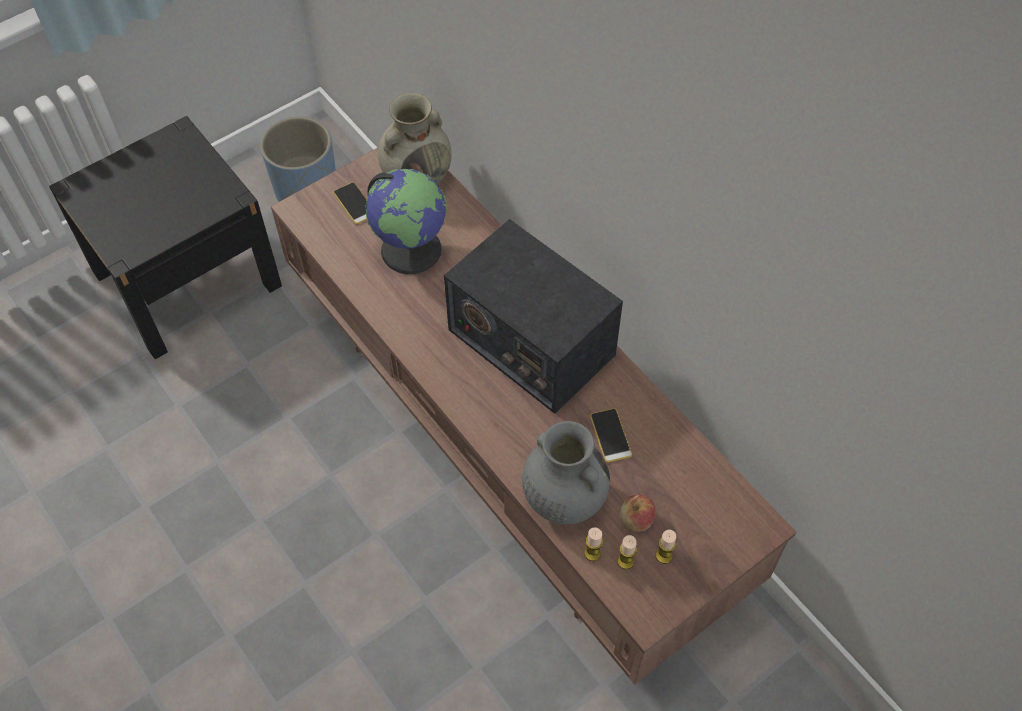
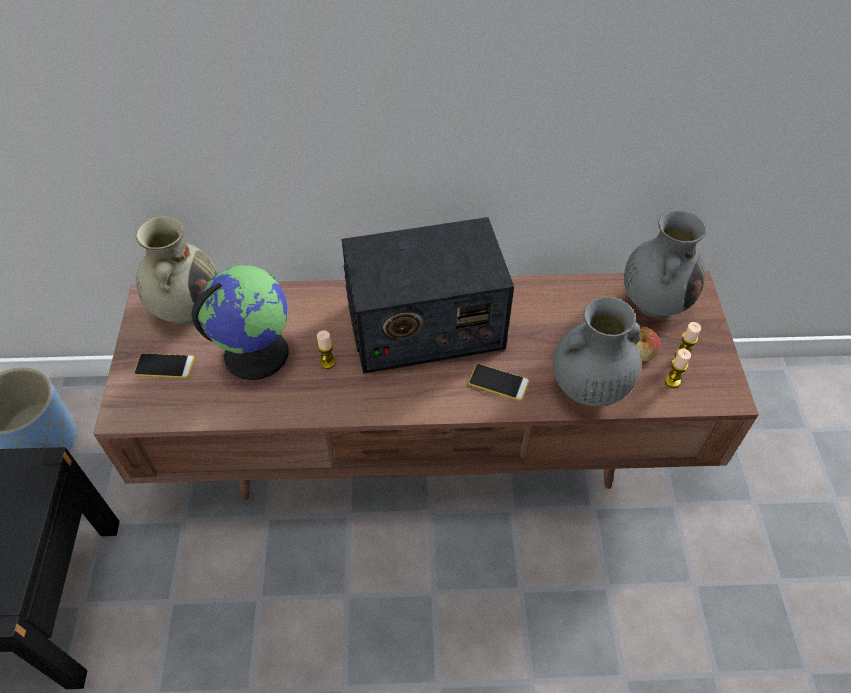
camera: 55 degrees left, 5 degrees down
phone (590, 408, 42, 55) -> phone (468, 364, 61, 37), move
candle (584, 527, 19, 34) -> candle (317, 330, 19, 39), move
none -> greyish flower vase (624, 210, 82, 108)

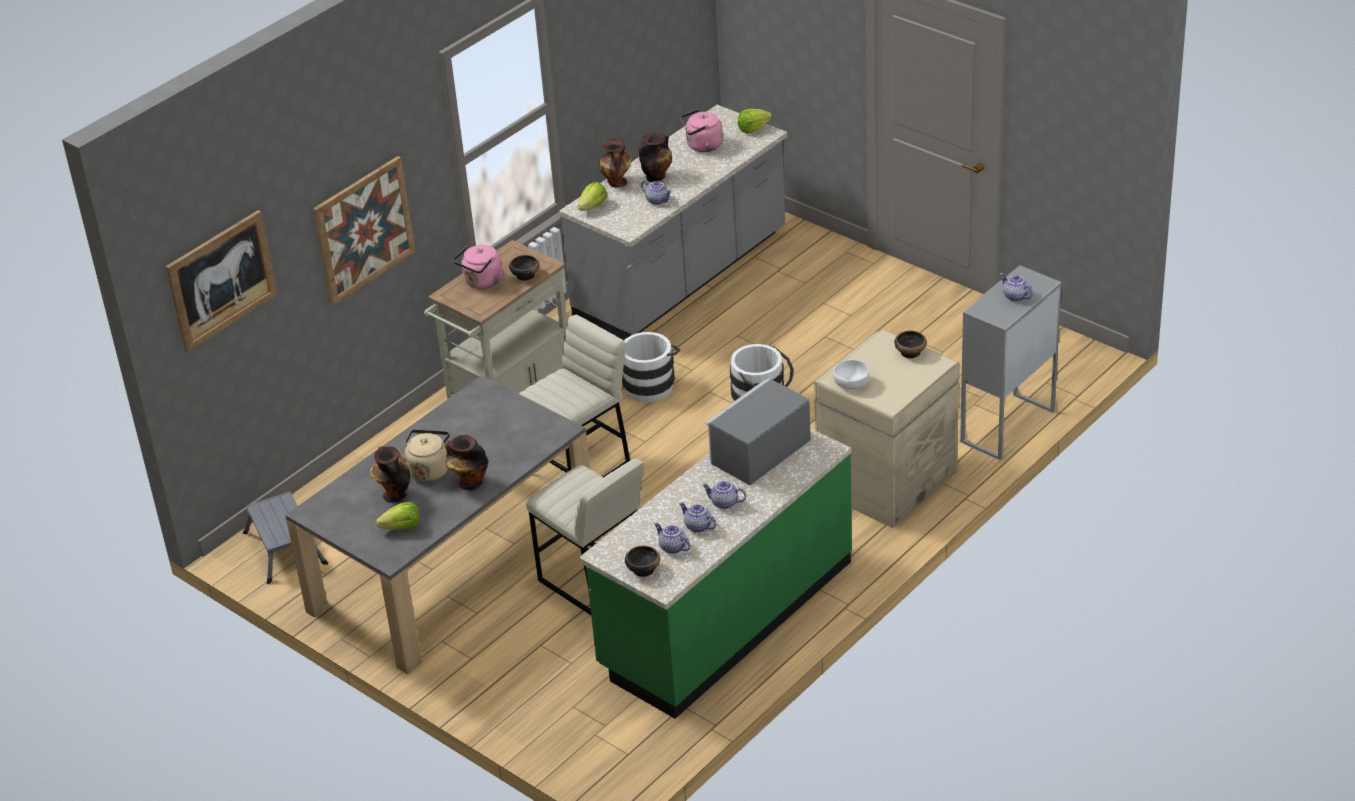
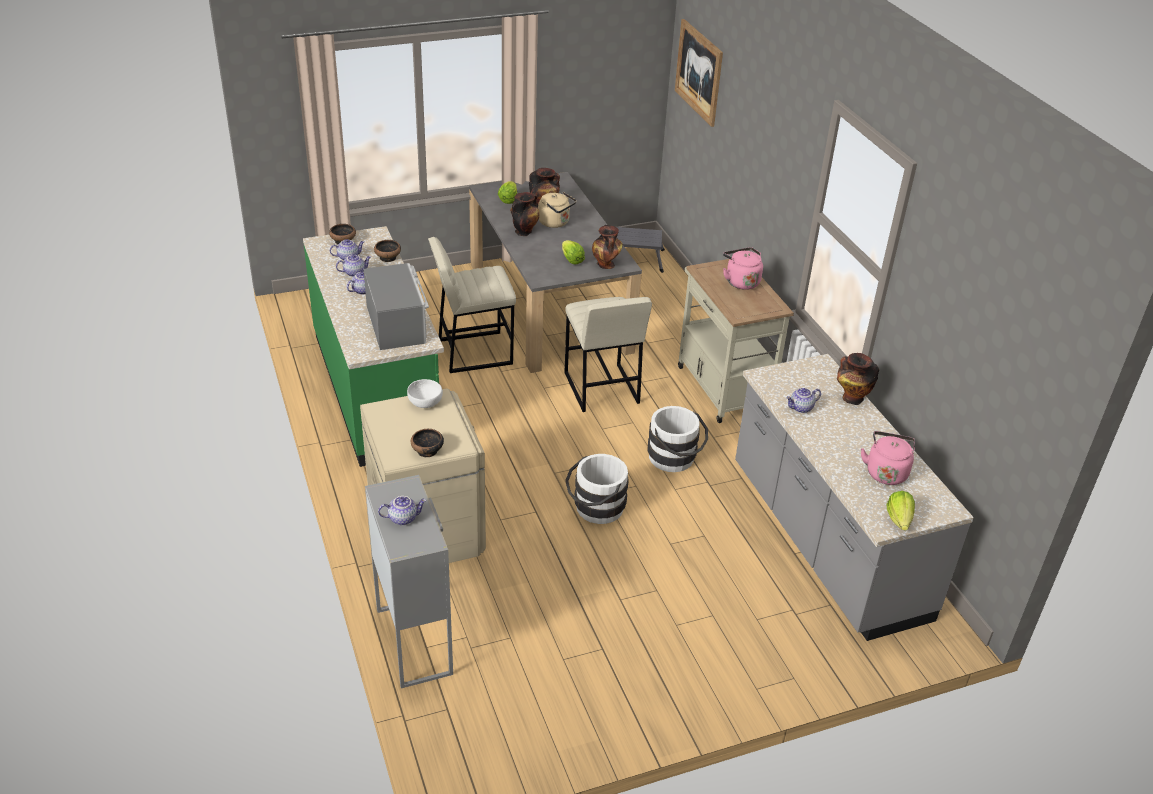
camera: 115 degrees right, 0 degrees up
flower vase (638, 133, 34, 49) -> flower vase (592, 225, 31, 44), move
wall picture (313, 156, 102, 149) -> none
head of lettuce (578, 182, 29, 29) -> head of lettuce (562, 240, 23, 24), move
serving bowl (509, 255, 30, 26) -> serving bowl (374, 240, 27, 22), move

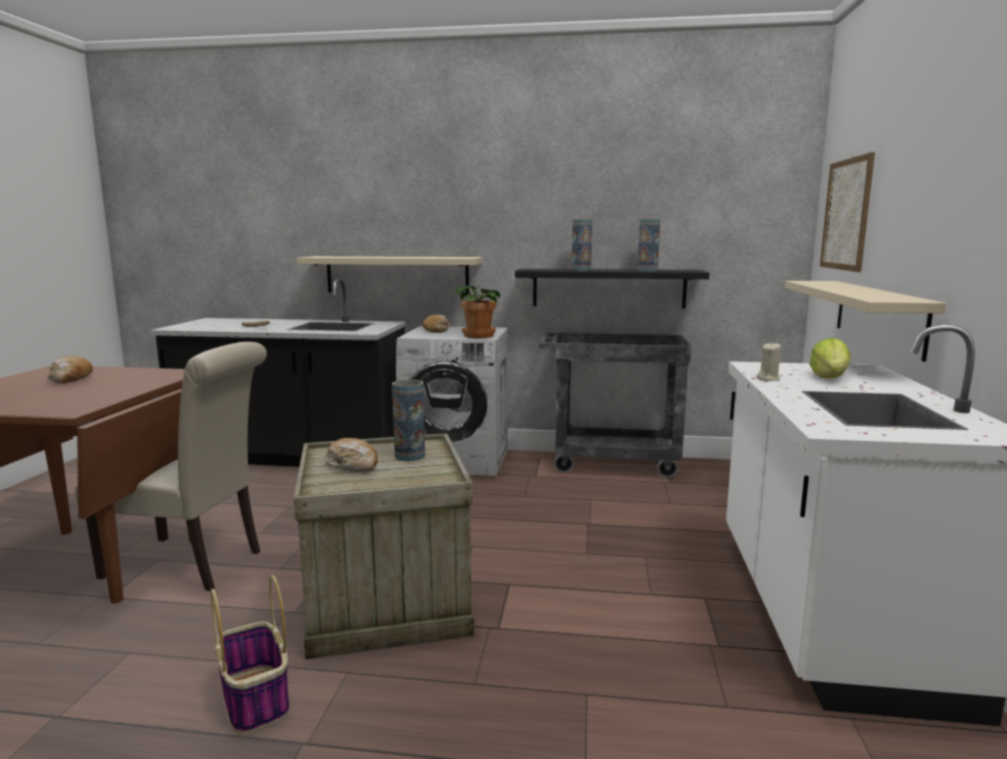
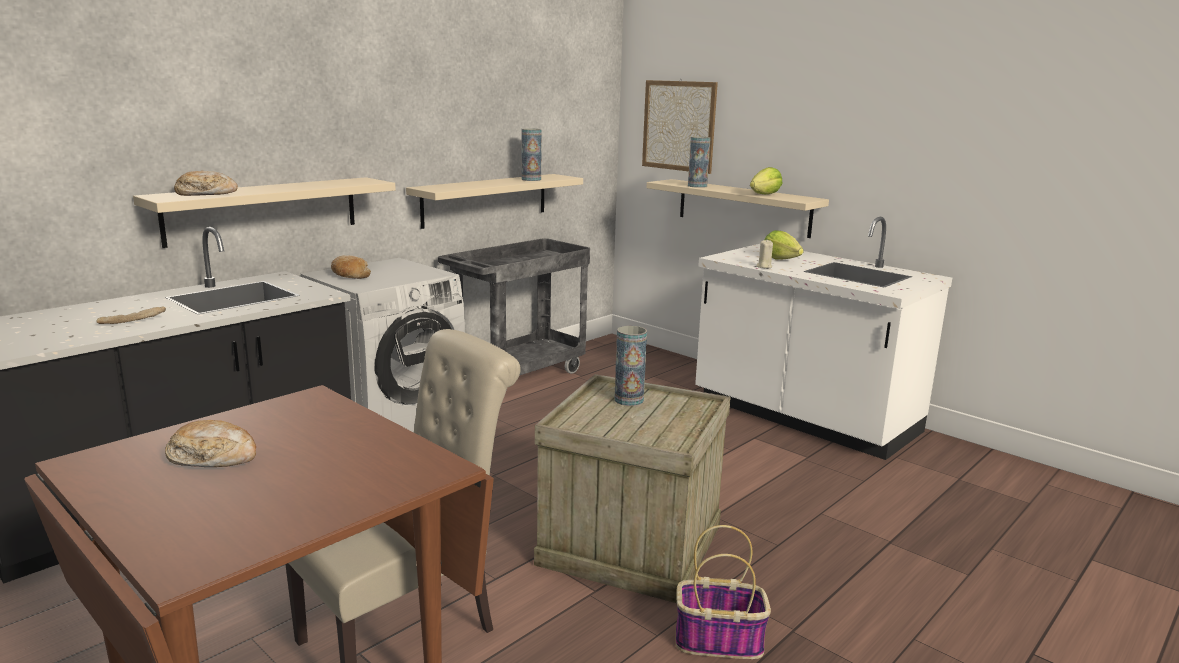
camera: 55 degrees left, 5 degrees up
flower vase (571, 219, 21, 52) -> flower vase (688, 136, 23, 52), move
black shelf (515, 269, 195, 39) -> sand-coloured shelf (406, 174, 177, 55)
houseplant (456, 285, 44, 53) -> none
bread (325, 438, 53, 34) -> bread (174, 171, 64, 25), move
none -> head of lettuce (750, 167, 32, 27)

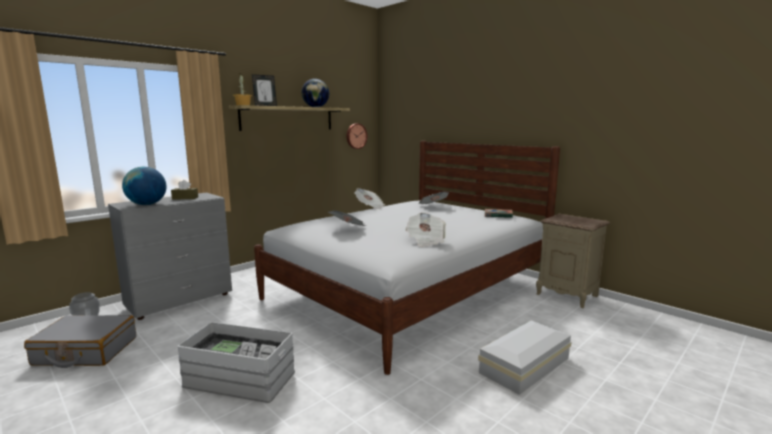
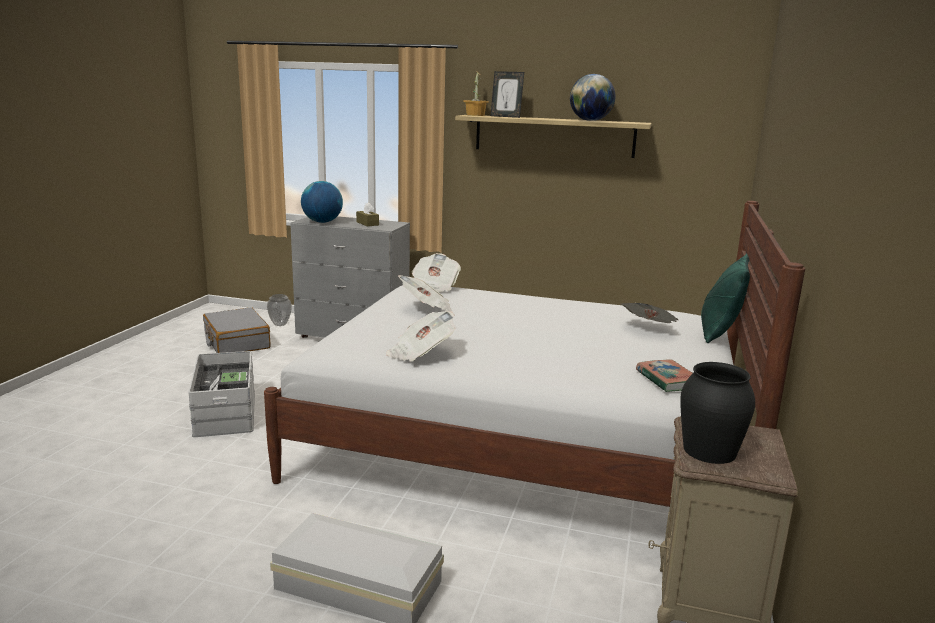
camera: 60 degrees right, 5 degrees up
clock on the wall (346, 124, 21, 25) -> none
printed paper (354, 188, 31, 22) -> printed paper (412, 253, 49, 39), move
none -> green-coloured throw pillow (701, 253, 49, 90)
none -> black flower vase (680, 362, 75, 102)

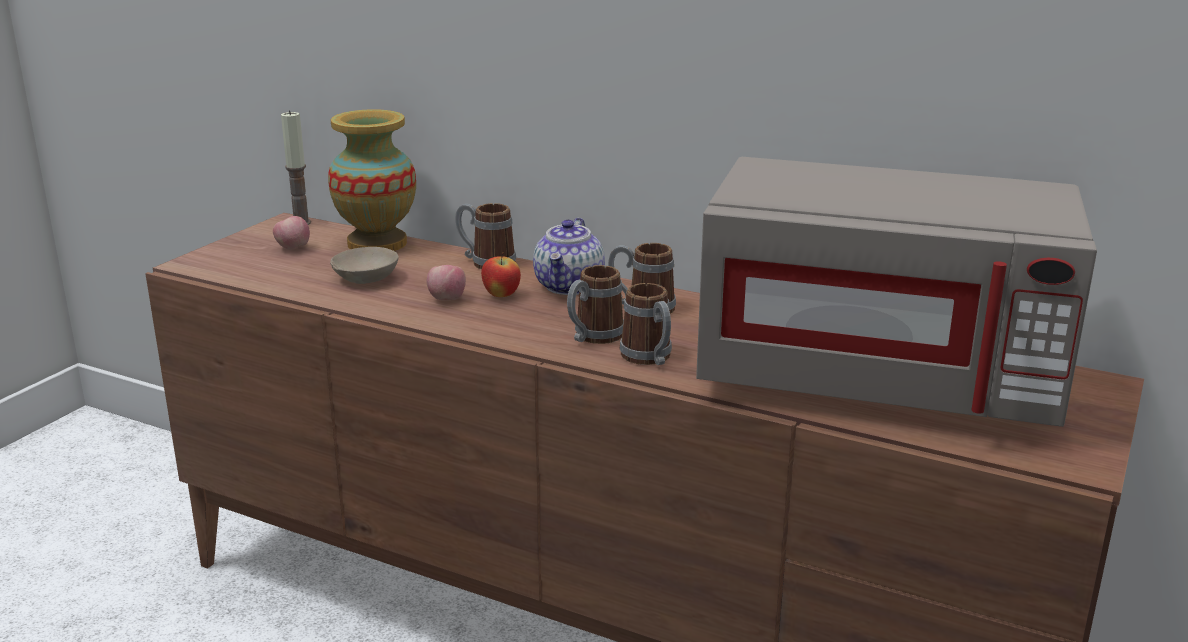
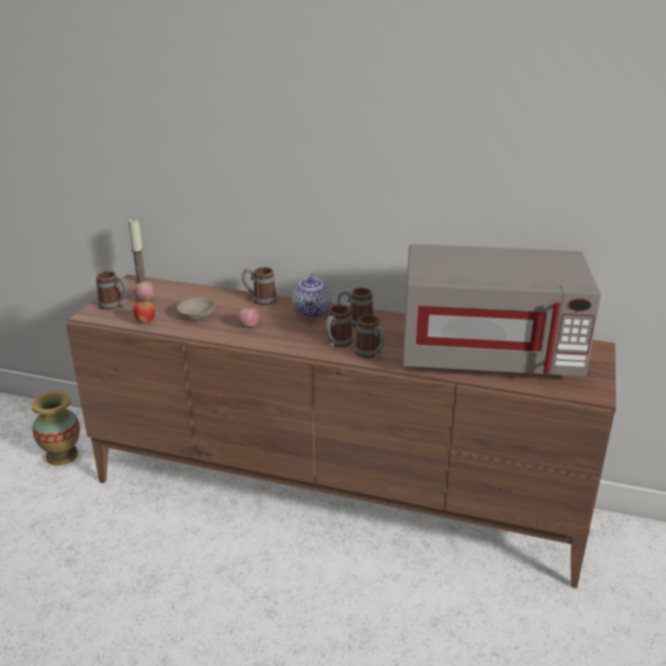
camera: 10 degrees left, 5 degrees up
flower vase (328, 109, 88, 142) -> flower vase (31, 391, 49, 75), move
whole apple (481, 253, 40, 44) -> whole apple (133, 300, 22, 24), move
none -> mug (96, 271, 31, 39)

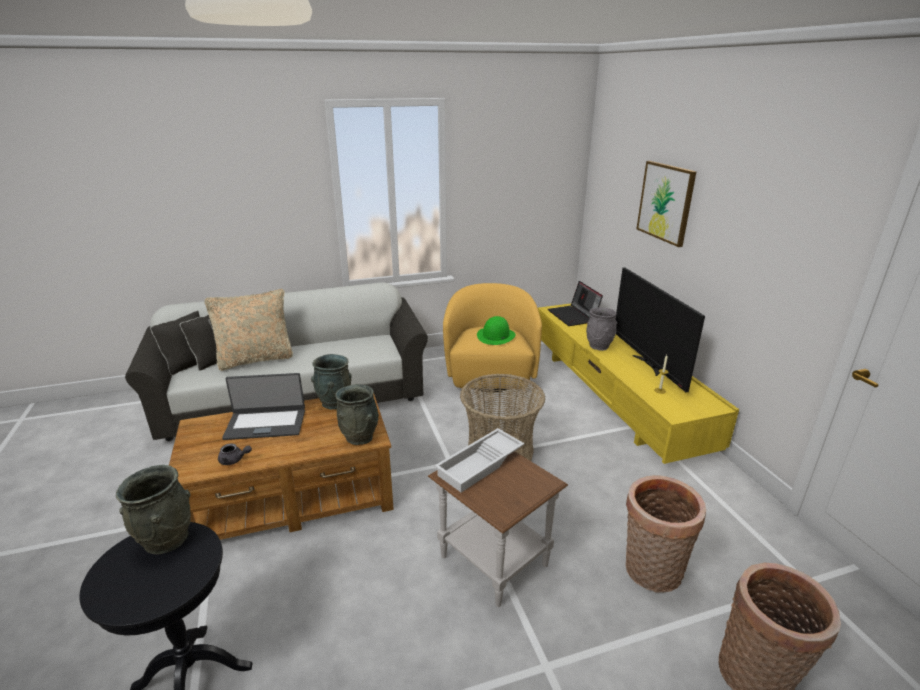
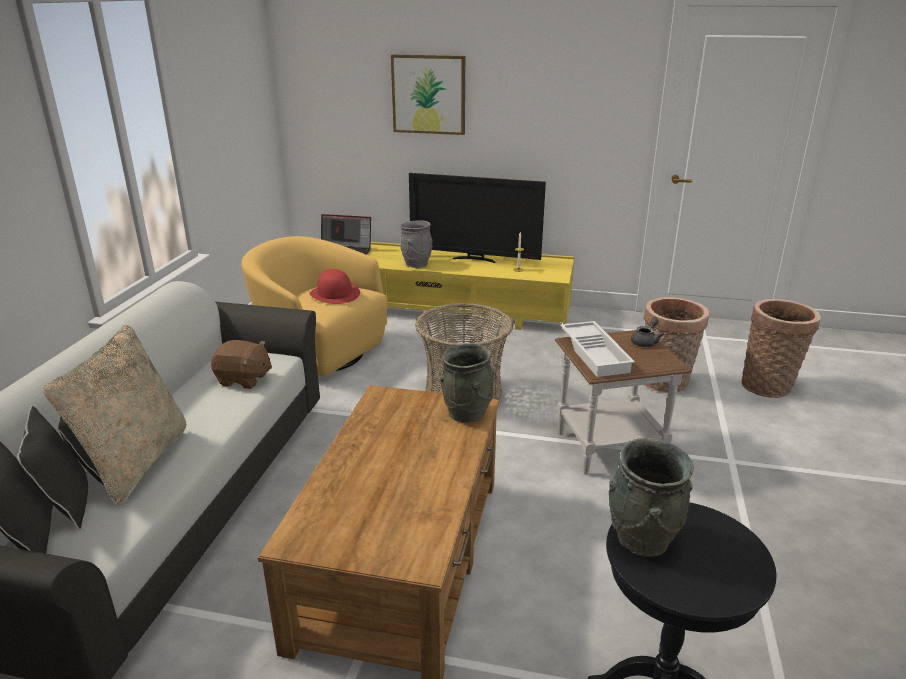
camera: 60 degrees left, 0 degrees up
green-coloured hat (477, 316, 39, 29) -> reddish hat (310, 269, 50, 35)
greyish flower vase (311, 354, 40, 56) -> none
portable computer (222, 373, 83, 67) -> none
greyish teapot (218, 444, 34, 21) -> greyish teapot (631, 318, 33, 29), move
none -> brown plush toy (211, 340, 61, 49)

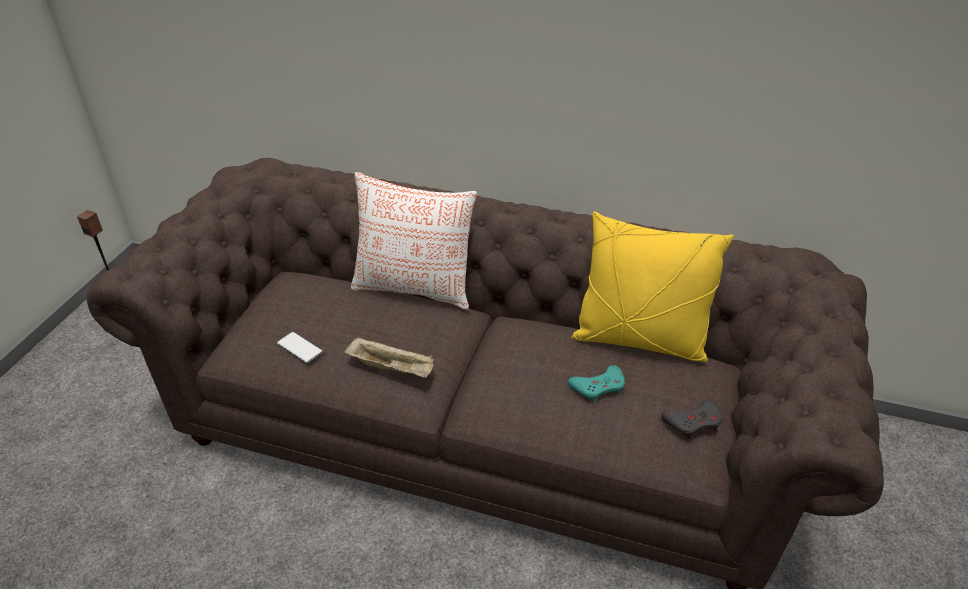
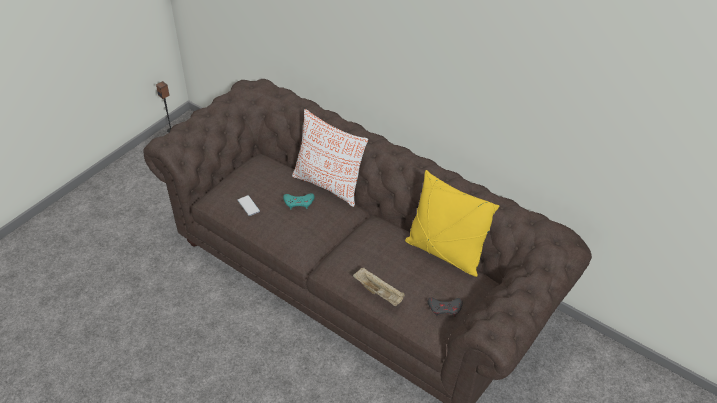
camera: 20 degrees right, 5 degrees up
sand-coloured carrying tray (344, 337, 90, 41) -> sand-coloured carrying tray (353, 268, 52, 38), move
blue-green joypad (568, 365, 57, 37) -> blue-green joypad (283, 193, 32, 16), move

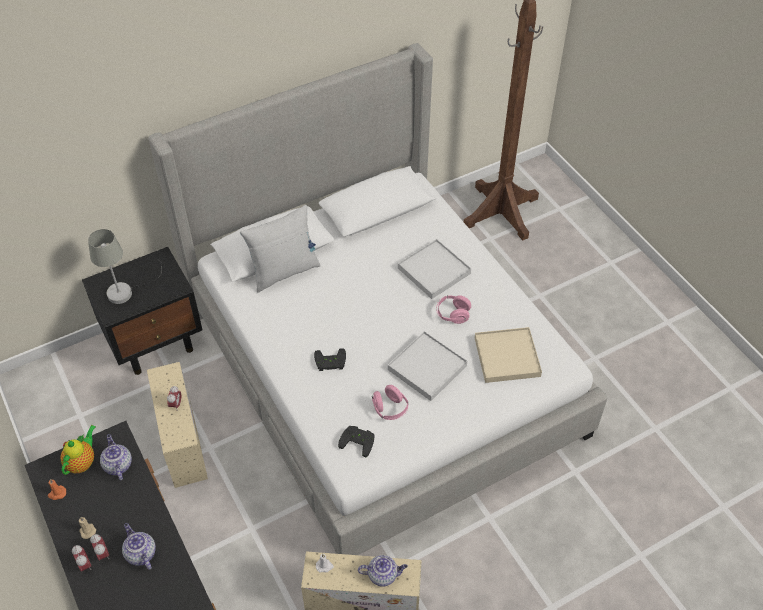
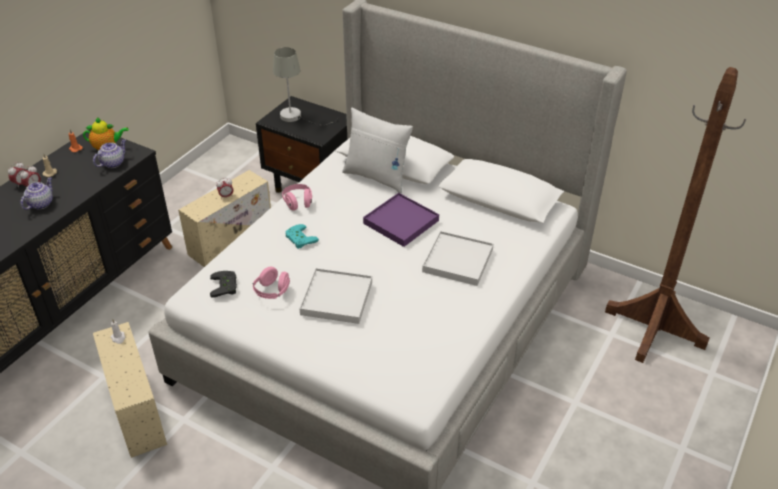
camera: 60 degrees right, 10 degrees down
pinkish pair of headphones (436, 295, 35, 29) -> pinkish pair of headphones (282, 184, 30, 27), move
sand-coloured carrying tray (475, 327, 67, 56) -> none
black joypad (314, 348, 32, 23) -> blue-green joypad (285, 224, 34, 25)
teapot (358, 555, 50, 32) -> none
none -> purple carrying tray (363, 193, 76, 54)

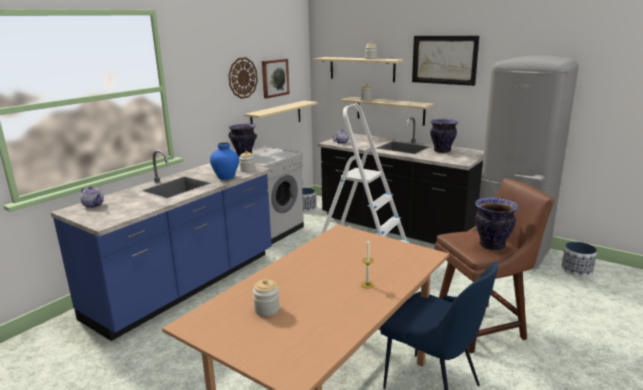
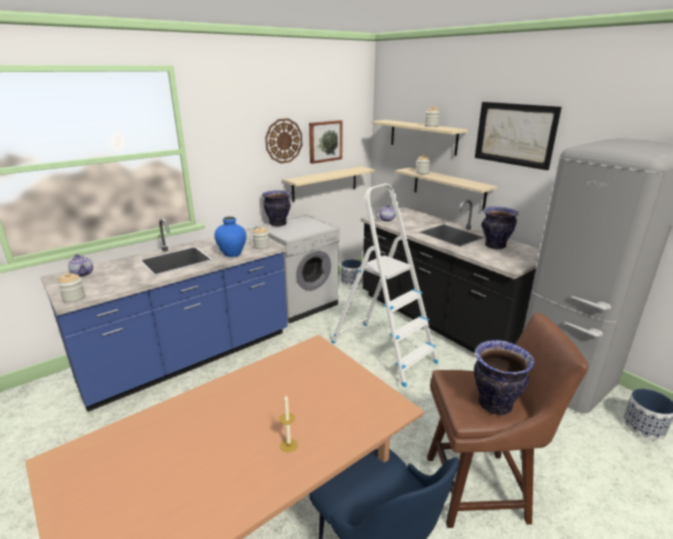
camera: 15 degrees right, 5 degrees up
jar (253, 279, 27, 37) -> jar (58, 273, 27, 30), move

